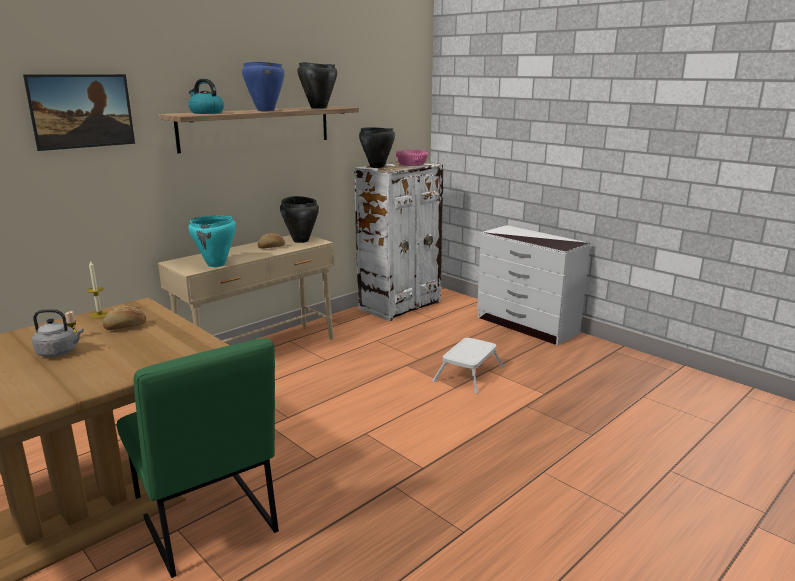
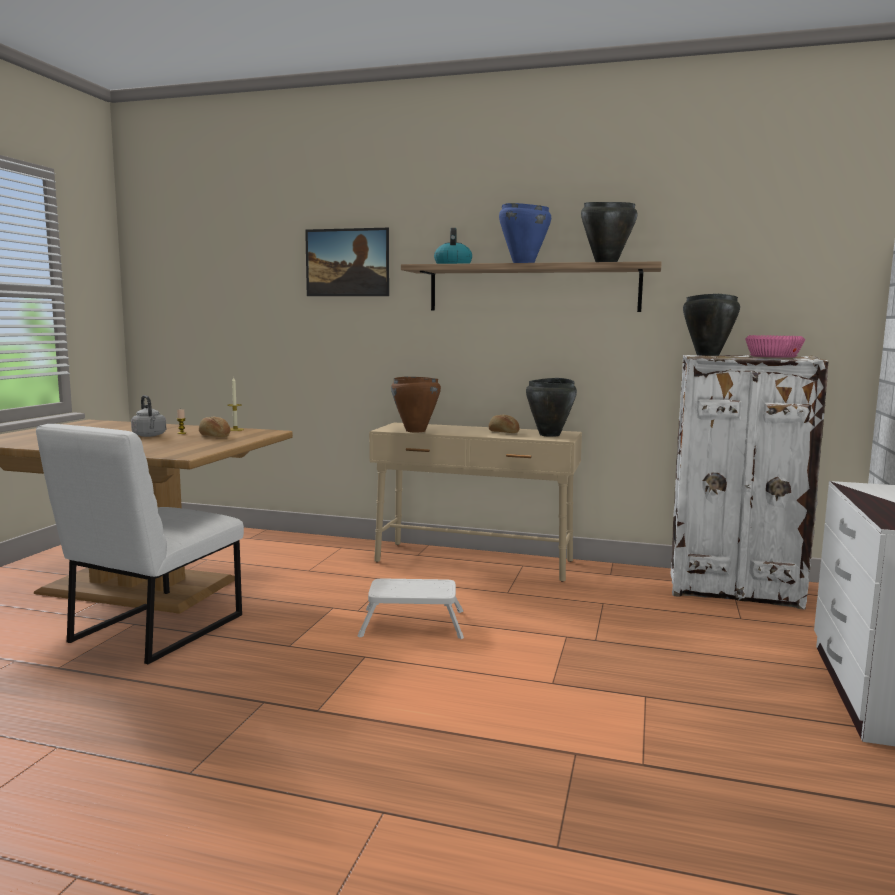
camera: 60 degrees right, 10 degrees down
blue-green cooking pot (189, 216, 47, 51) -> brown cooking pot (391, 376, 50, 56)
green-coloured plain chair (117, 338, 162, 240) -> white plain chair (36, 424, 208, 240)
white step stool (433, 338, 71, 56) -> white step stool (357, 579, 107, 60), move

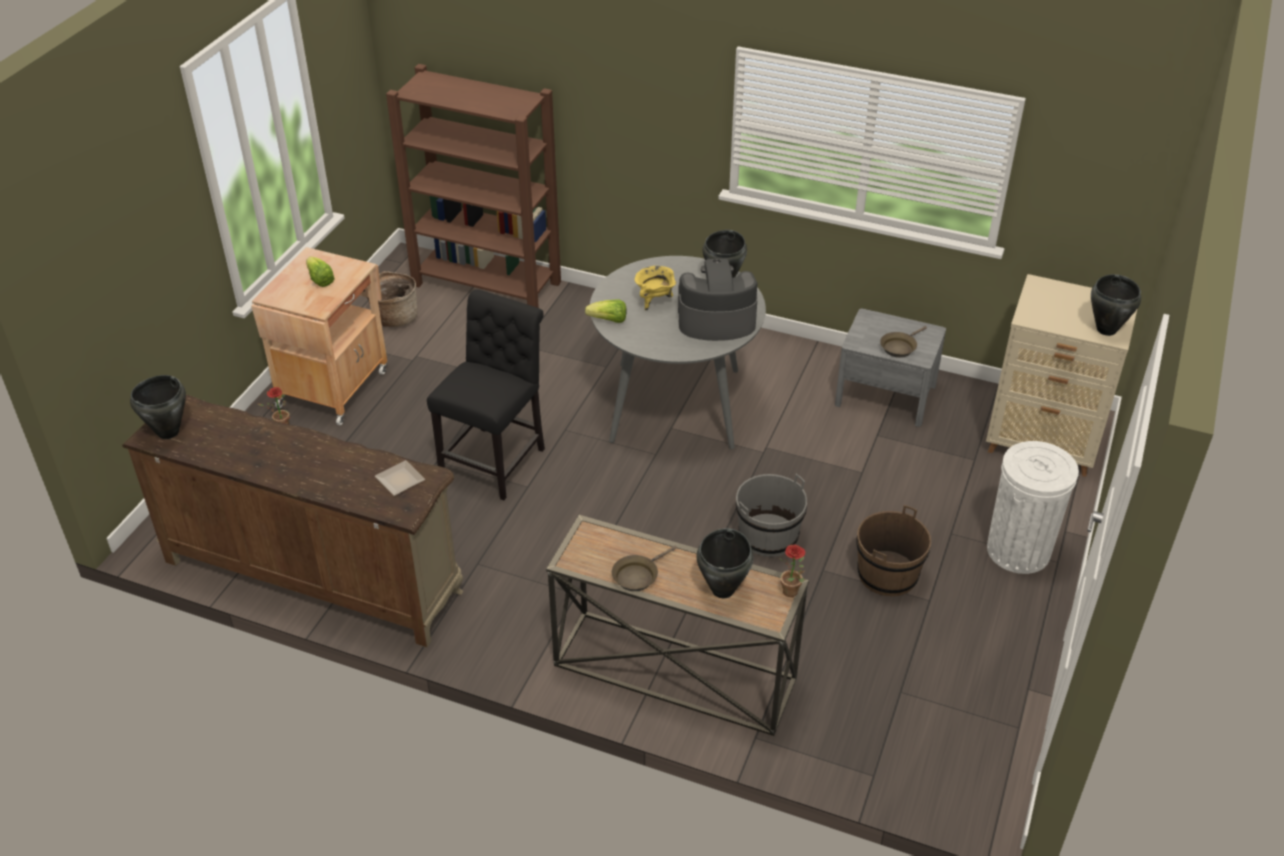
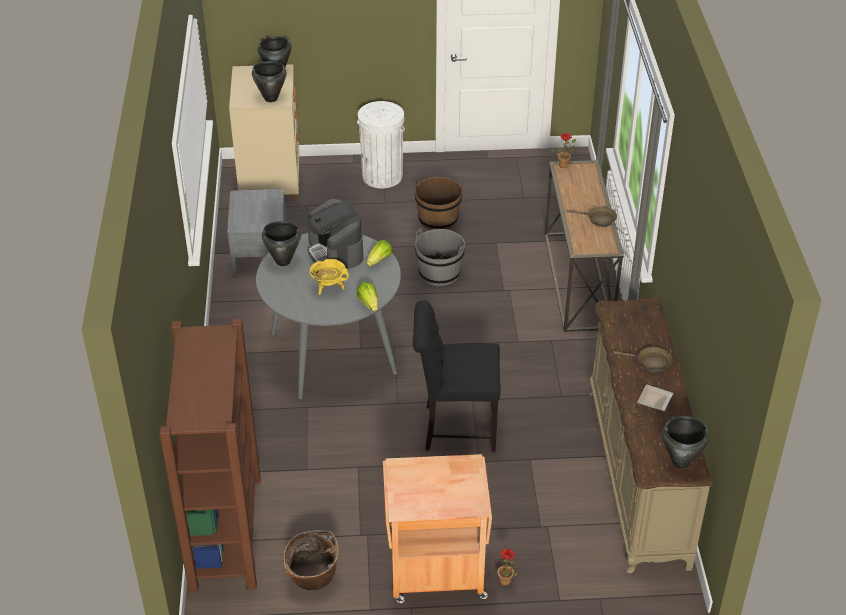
camera: 115 degrees left, 0 degrees up
head of lettuce (306, 257, 29, 30) -> head of lettuce (367, 240, 26, 27), move
brown skillet (880, 326, 47, 32) -> brown skillet (613, 347, 59, 25), move
plate (375, 460, 50, 36) -> plate (637, 384, 36, 28), move
black cooking pot (697, 528, 56, 70) -> black cooking pot (252, 61, 35, 41), move

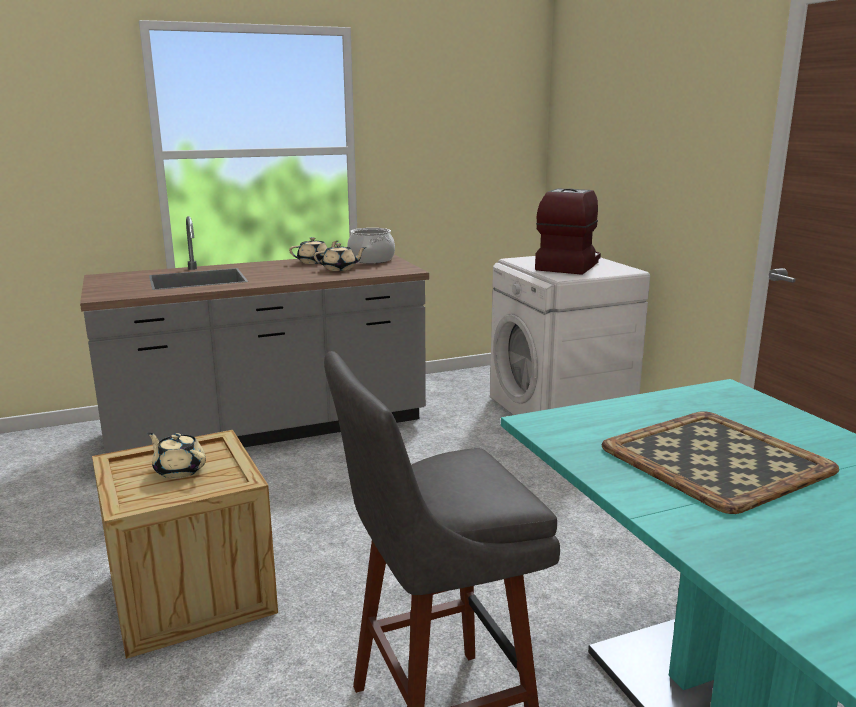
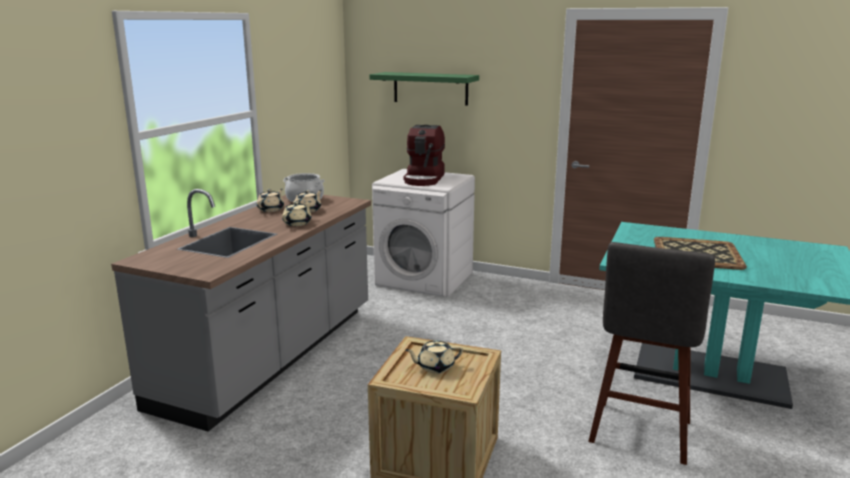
camera: 45 degrees left, 0 degrees up
coffee machine (535, 188, 66, 87) -> coffee machine (404, 125, 41, 61), 150 degrees counterclockwise
none -> green-coloured shelf (370, 72, 109, 34)
none -> sand-coloured teapot (282, 201, 29, 25)

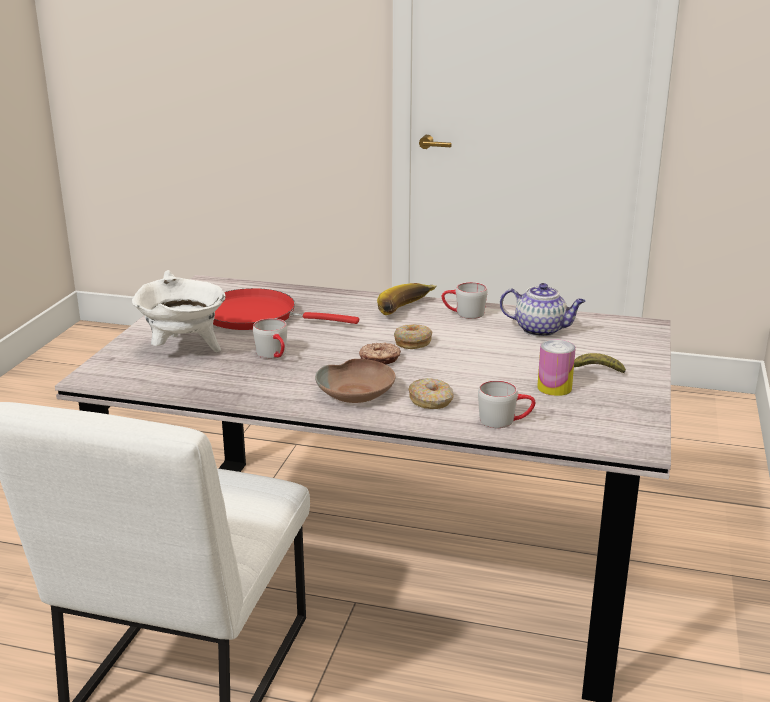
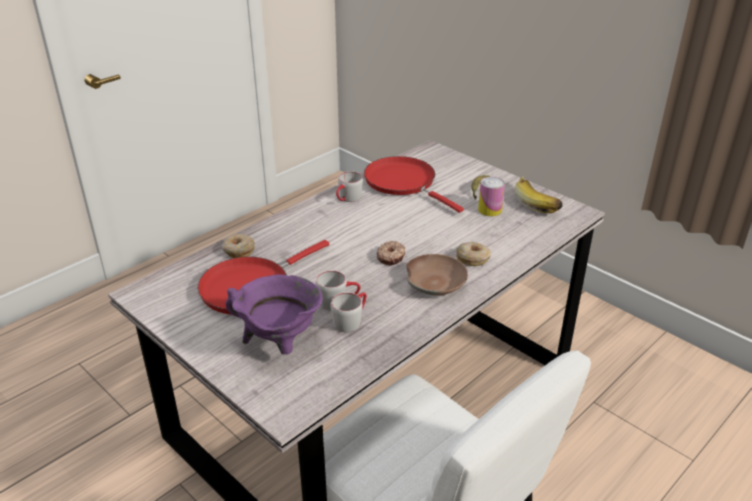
camera: 60 degrees left, 10 degrees up
white cooking pot (132, 270, 94, 82) -> purple cooking pot (226, 275, 97, 80)
banana (377, 283, 60, 32) -> banana (514, 176, 49, 37), move
teapot (500, 283, 86, 54) -> reddish skillet (364, 156, 100, 57)
donut (394, 324, 38, 25) -> donut (222, 234, 33, 24), move
greyish mug (478, 380, 57, 48) -> greyish mug (330, 292, 37, 41), move

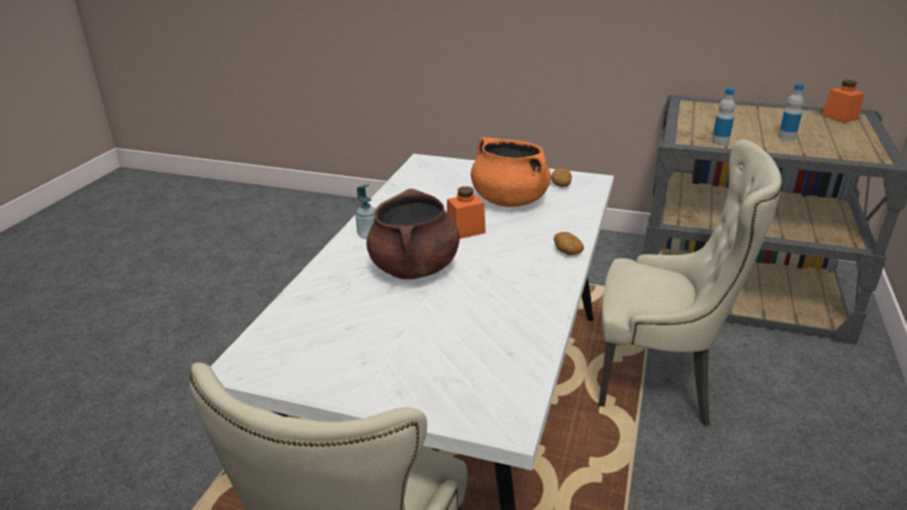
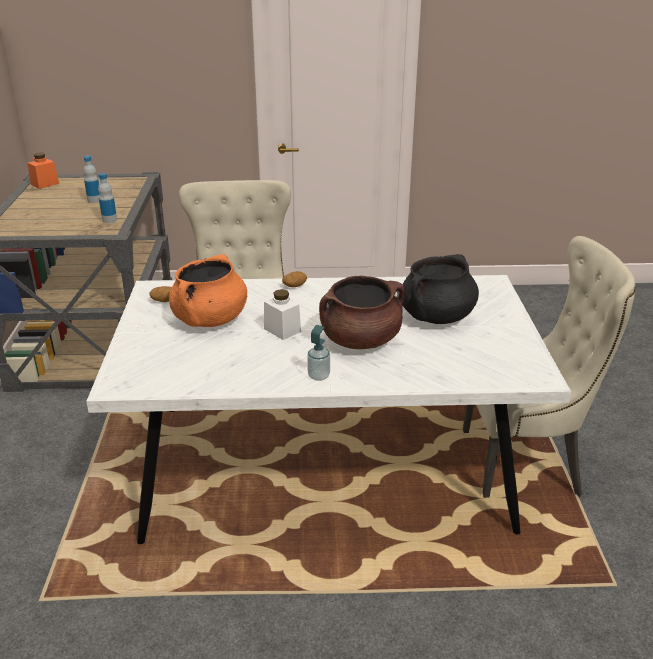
camera: 110 degrees left, 0 degrees up
orange jar (447, 186, 39, 53) -> white jar (264, 289, 37, 51)
none -> black cooking pot (403, 254, 76, 70)

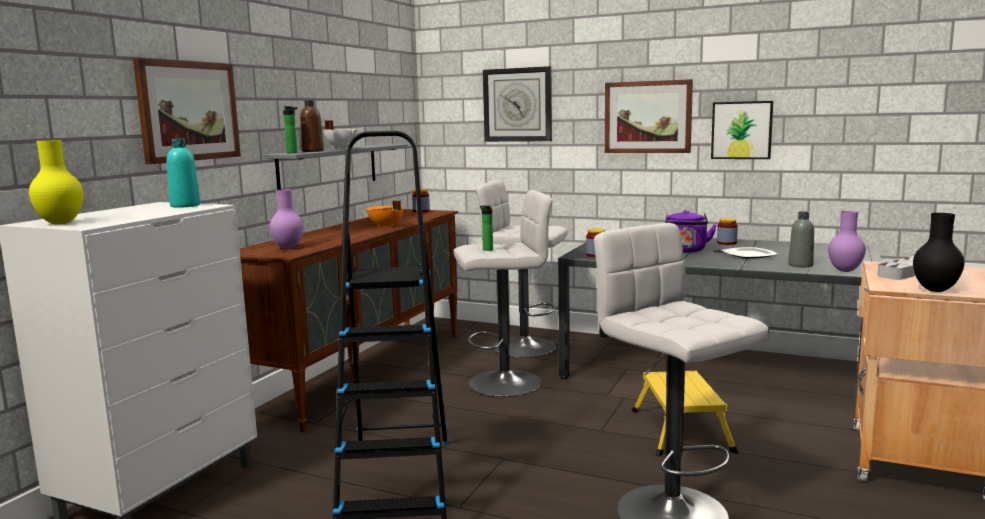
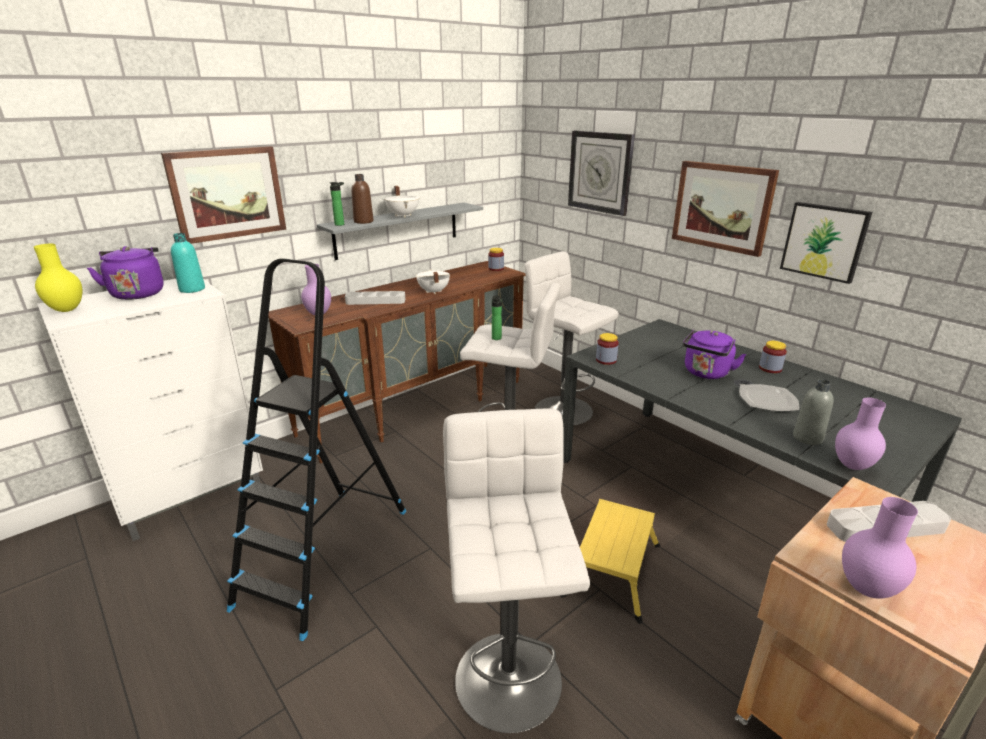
camera: 25 degrees right, 15 degrees up
orange cooking pot (367, 200, 37, 28) -> white cooking pot (416, 270, 34, 24)
black flower vase (913, 213, 51, 79) -> purple flower vase (842, 497, 76, 102)
none -> purple water kettle (87, 246, 77, 54)
none -> greyish carrying tray (345, 291, 60, 14)

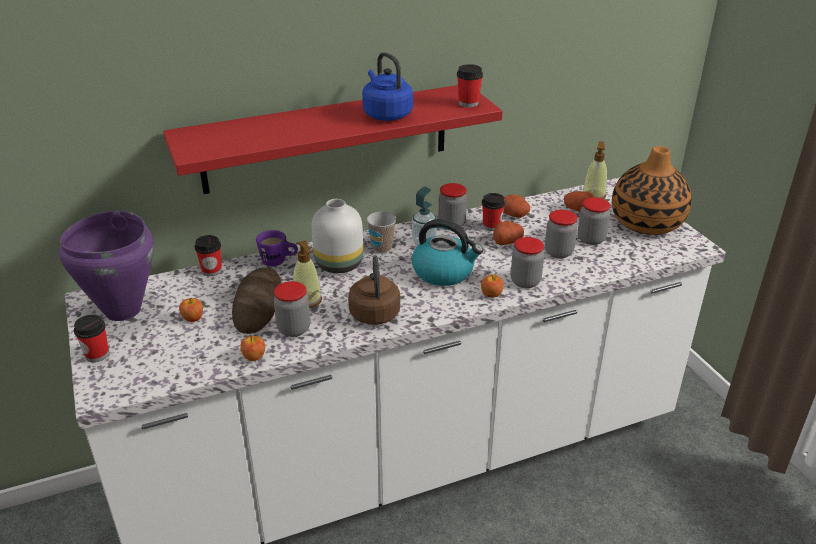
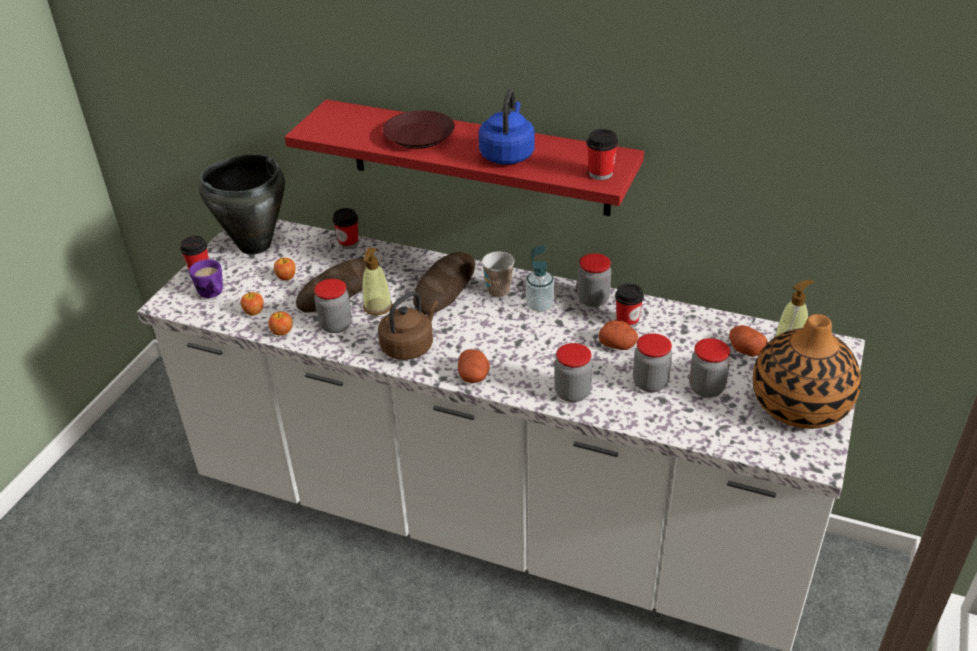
camera: 45 degrees right, 5 degrees up
whole potato (503, 194, 27, 24) -> whole potato (458, 349, 32, 34), move
white flower vase (311, 199, 52, 74) -> bread (413, 252, 62, 62)
purple cooking pot (59, 211, 95, 110) -> black cooking pot (199, 154, 86, 101)
water kettle (412, 219, 71, 67) -> none
purple mug (256, 230, 42, 37) -> purple mug (189, 259, 34, 39), move
whole apple (481, 274, 23, 23) -> whole apple (240, 291, 24, 25), move
none -> brown plate (383, 110, 72, 39)

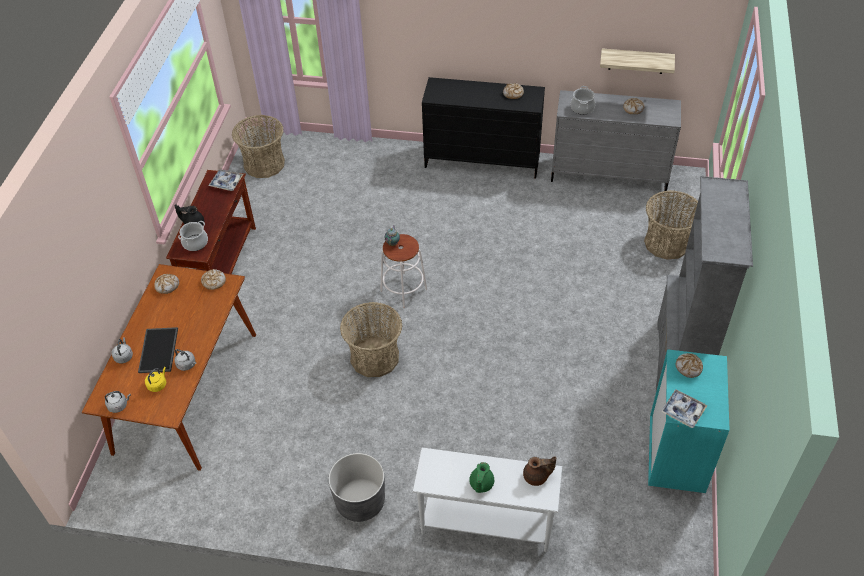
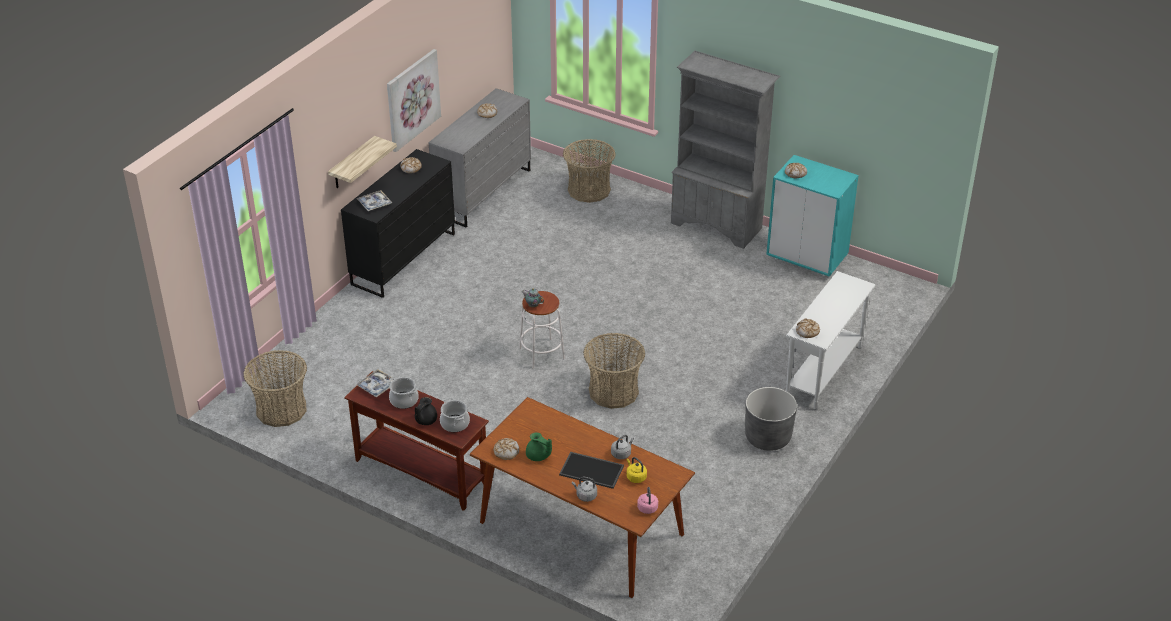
camera: 70 degrees left, 10 degrees down
shelf (600, 48, 75, 26) -> shelf (328, 136, 69, 52), move
cooking pot (571, 86, 24, 29) -> cooking pot (387, 377, 32, 32), move
bread (201, 269, 25, 21) -> bread (796, 318, 24, 20), move
carrying tray (661, 389, 47, 39) -> carrying tray (357, 190, 35, 21), move
greyish water kettle (105, 391, 26, 22) -> pinkish water kettle (637, 487, 21, 27)
brown teapot (523, 456, 33, 30) -> none
green-coloured teapot (469, 462, 25, 31) -> green-coloured teapot (526, 433, 26, 28), move
none -> wall picture (387, 49, 54, 103)

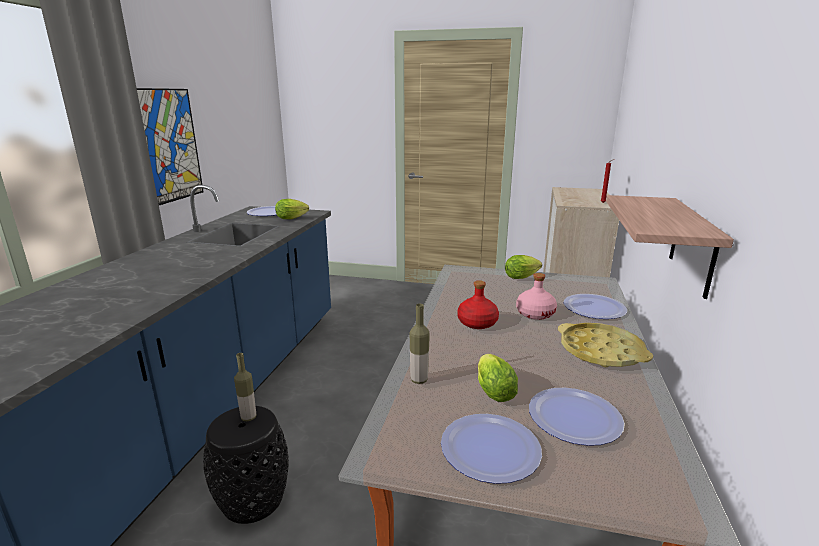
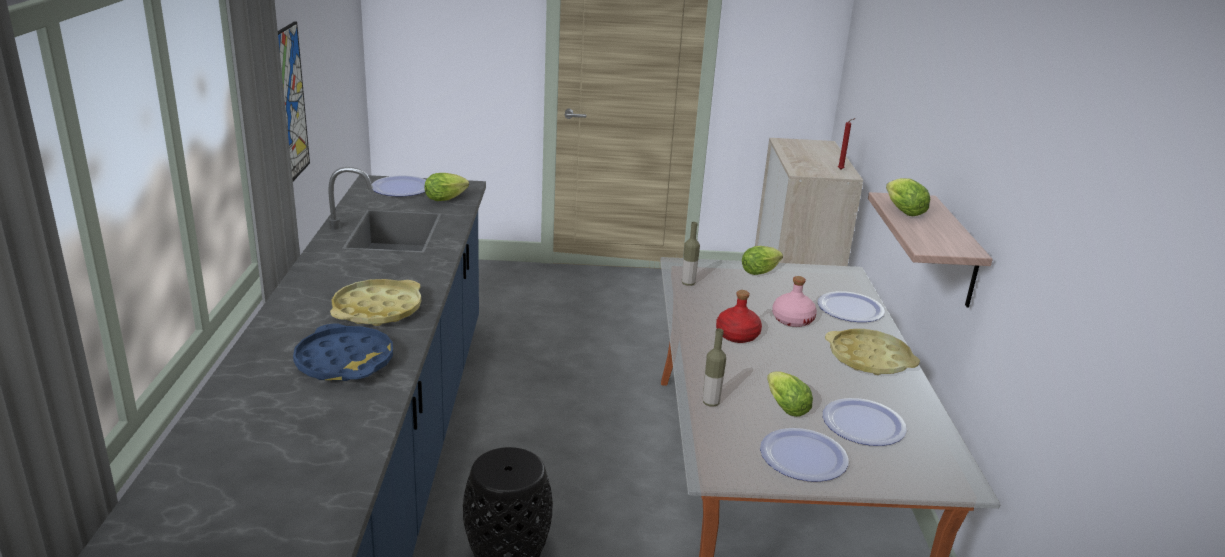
camera: 15 degrees left, 5 degrees up
bottle (234, 353, 22, 68) -> bottle (682, 222, 18, 64), move
none -> head of lettuce (886, 178, 44, 38)
none -> yellowish carrying tray (330, 279, 91, 47)
none -> bluish carrying tray (293, 323, 100, 58)

